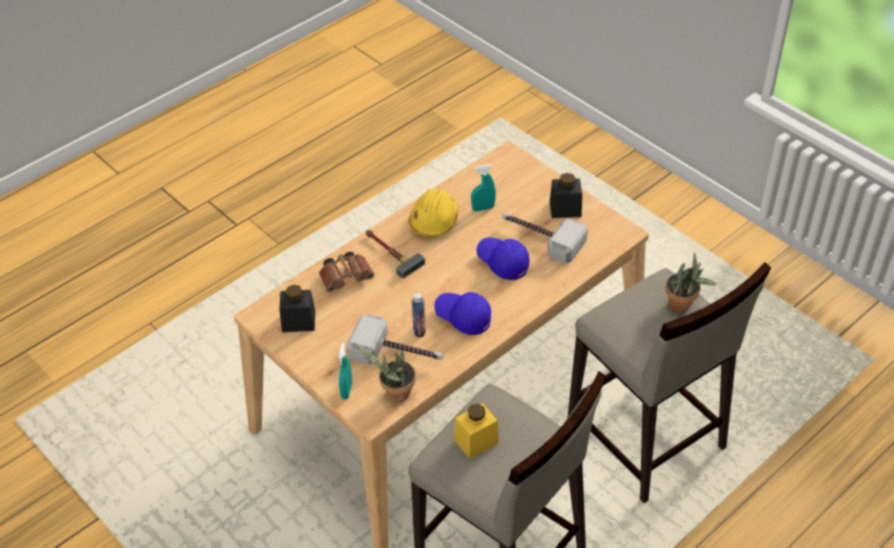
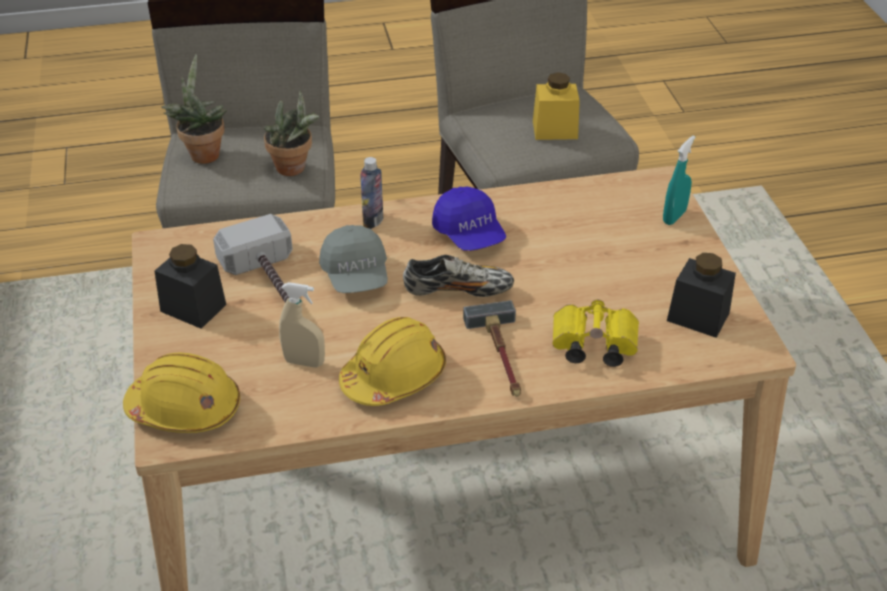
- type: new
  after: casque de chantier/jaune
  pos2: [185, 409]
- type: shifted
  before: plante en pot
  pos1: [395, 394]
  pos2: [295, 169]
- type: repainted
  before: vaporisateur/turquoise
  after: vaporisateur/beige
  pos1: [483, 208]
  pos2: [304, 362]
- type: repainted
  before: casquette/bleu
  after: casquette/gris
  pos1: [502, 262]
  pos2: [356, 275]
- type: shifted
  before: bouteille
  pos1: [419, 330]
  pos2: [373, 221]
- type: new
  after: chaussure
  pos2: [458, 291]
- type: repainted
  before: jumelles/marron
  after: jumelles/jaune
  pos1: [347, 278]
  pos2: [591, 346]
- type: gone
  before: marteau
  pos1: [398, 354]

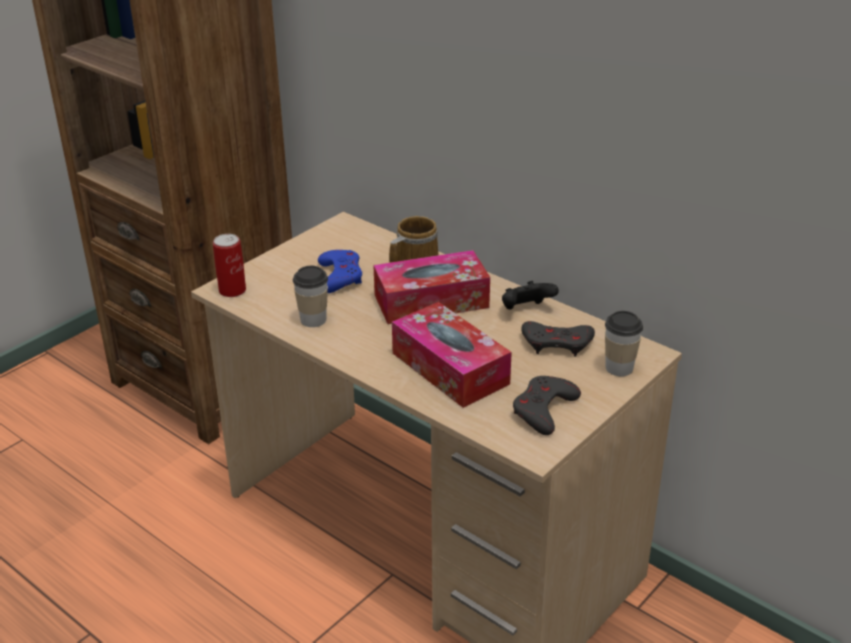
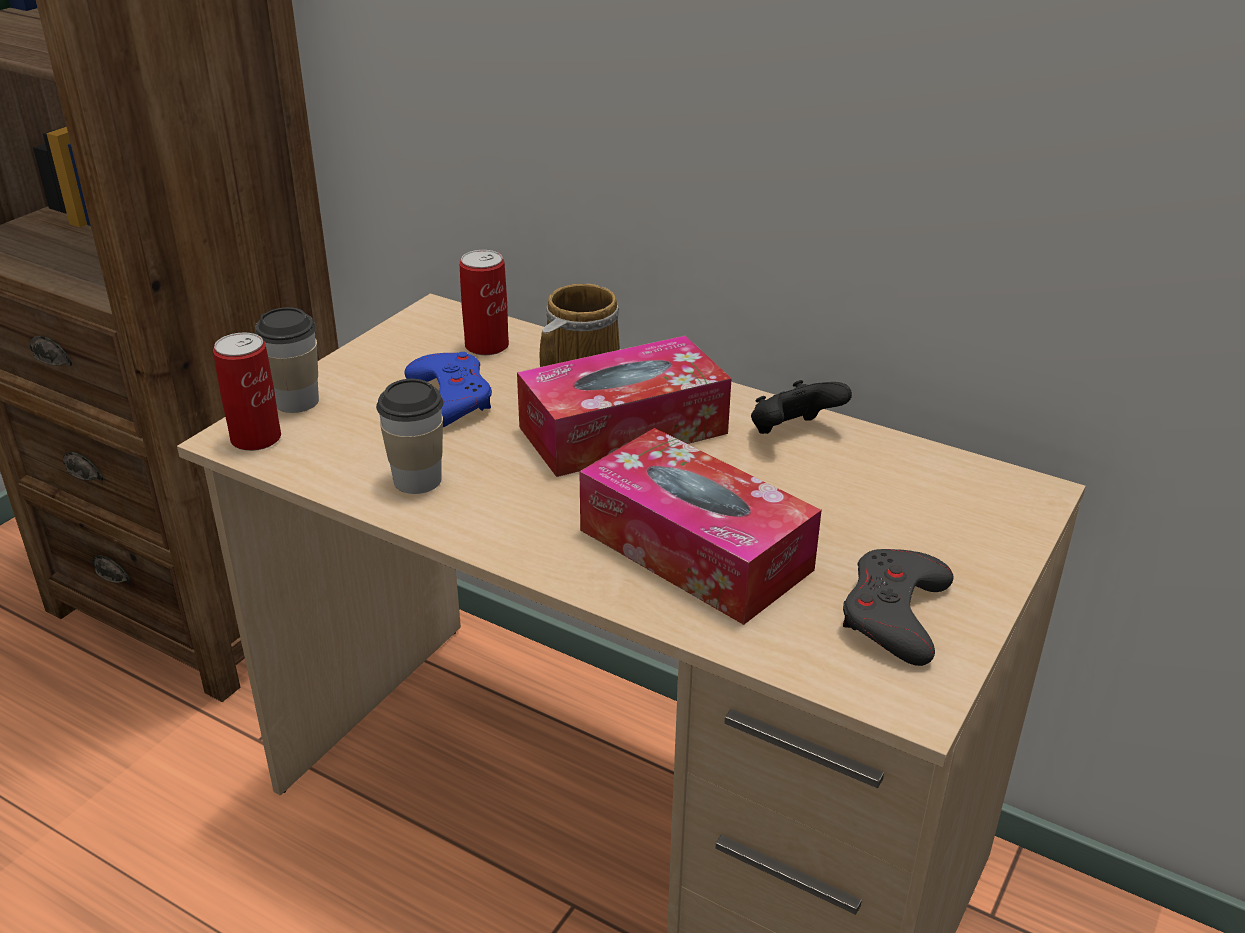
- type: shifted
  before: tasse
  pos1: [619, 368]
  pos2: [296, 401]
- type: new
  after: boîte métallique
  pos2: [487, 346]
- type: gone
  before: manette/gris
  pos1: [557, 343]

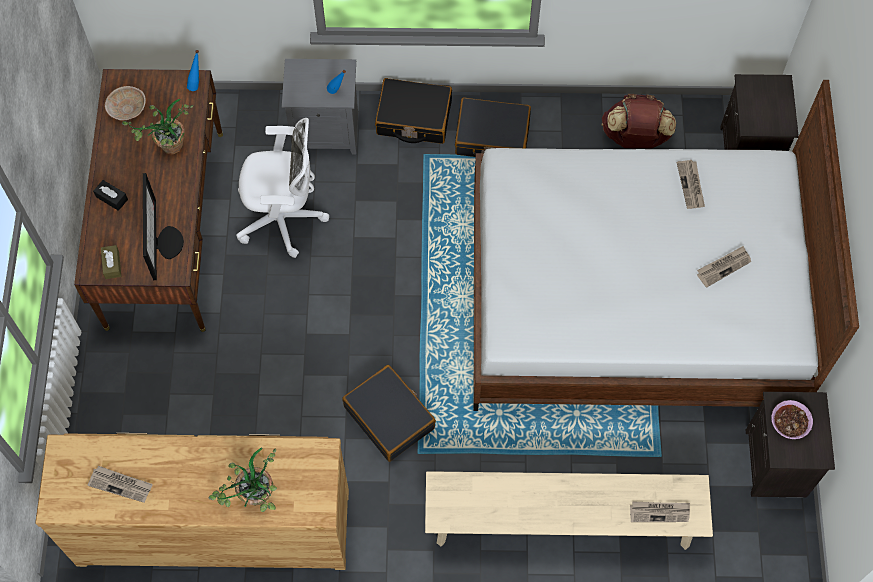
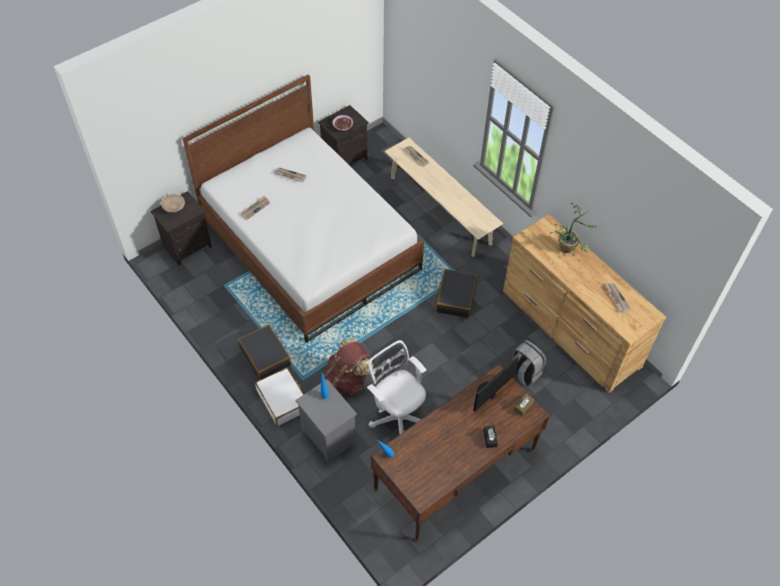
- type: shifted
  before: bol/beige
  pos1: [127, 109]
  pos2: [174, 207]
- type: repainted
  before: valise/noir
  after: valise/blanc
  pos1: [414, 118]
  pos2: [283, 400]
- type: shifted
  before: sac à dos/marron
  pos1: [635, 138]
  pos2: [348, 379]
- type: new
  after: sac à dos/gris
  pos2: [523, 373]
- type: gone
  before: plante en pot
  pos1: [167, 149]

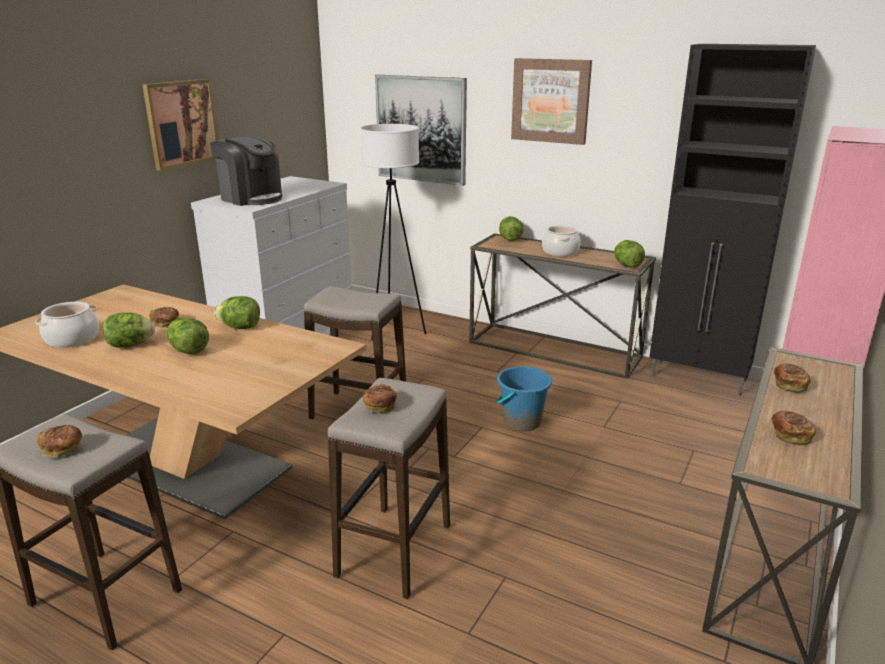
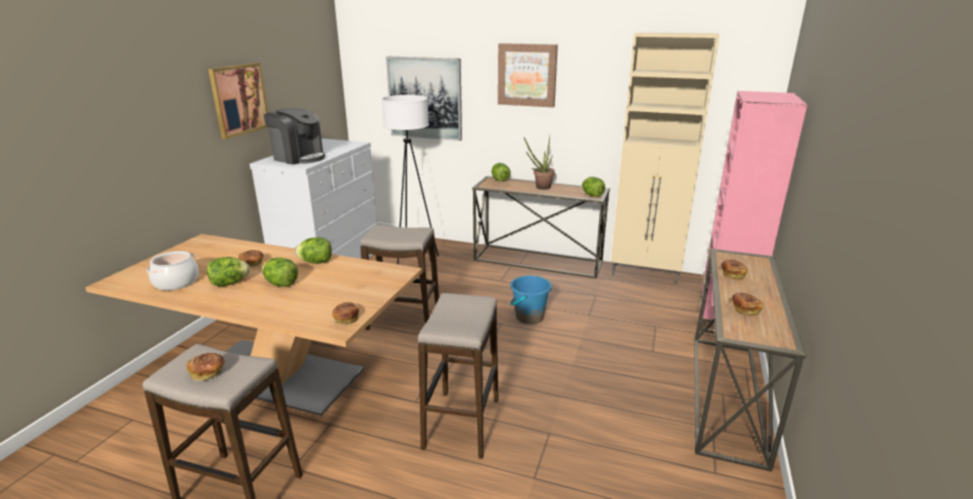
- type: shifted
  before: pain
  pos1: [379, 407]
  pos2: [346, 319]
- type: swapped
  before: marmite
  after: plante en pot
  pos1: [560, 252]
  pos2: [540, 188]
- type: repainted
  before: meuble de rangement/noir
  after: meuble de rangement/beige
  pos1: [699, 378]
  pos2: [645, 274]

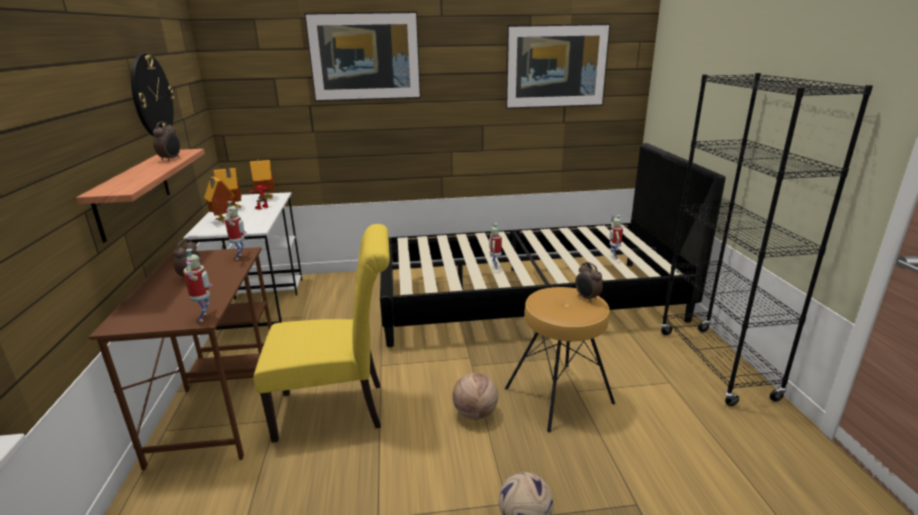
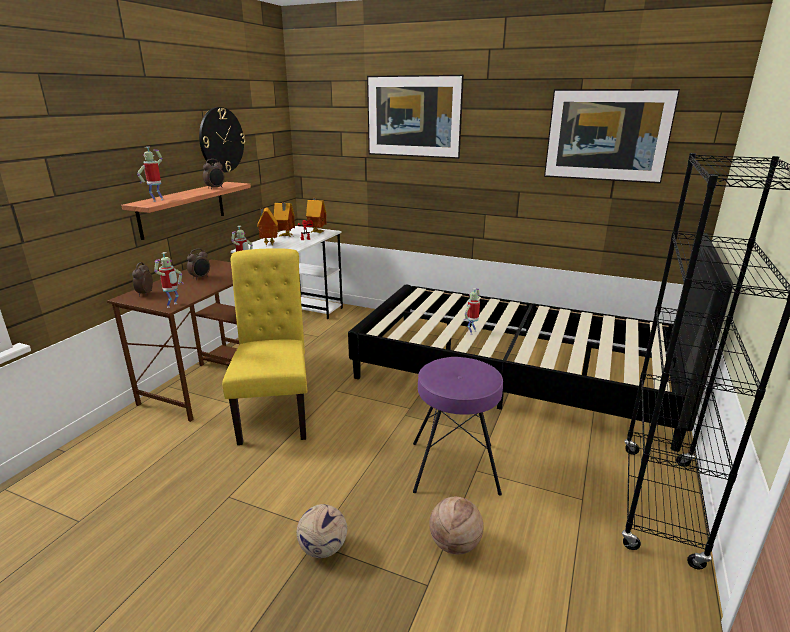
- type: shifted
  before: réveil
  pos1: [587, 298]
  pos2: [145, 294]
- type: shifted
  before: robot jouet
  pos1: [613, 257]
  pos2: [157, 200]
- type: rotated
  before: chaise/jaune
  pos1: [338, 409]
  pos2: [276, 411]
  turn: -120
- type: repainted
  before: tabouret/marron
  after: tabouret/violet
  pos1: [559, 396]
  pos2: [454, 468]
- type: shifted
  before: ballon de basket
  pos1: [475, 414]
  pos2: [455, 544]

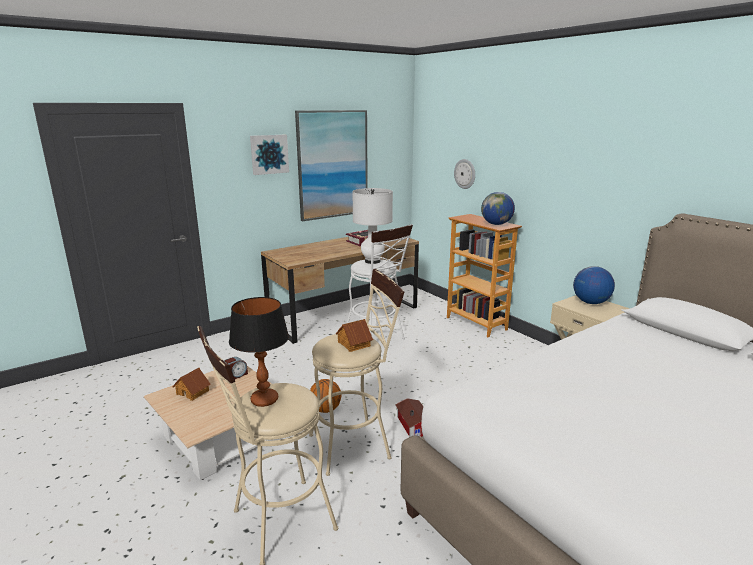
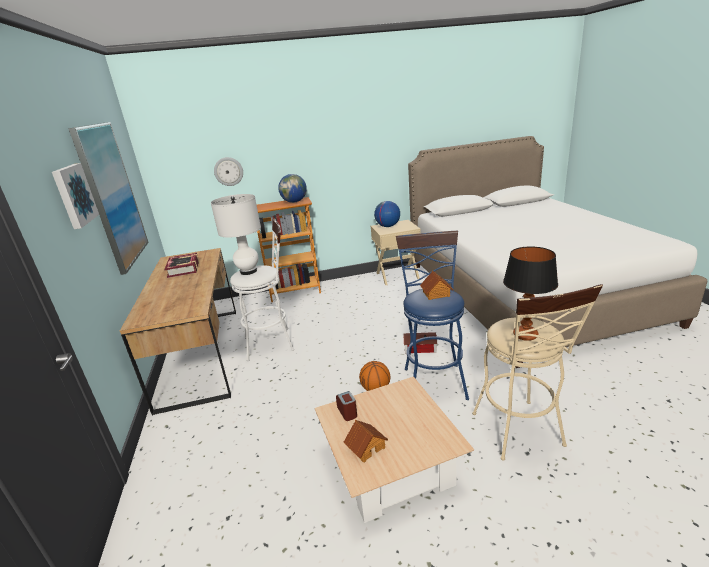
- type: repainted
  before: tabouret/beige
  after: tabouret/bleu
  pos1: [356, 444]
  pos2: [433, 379]

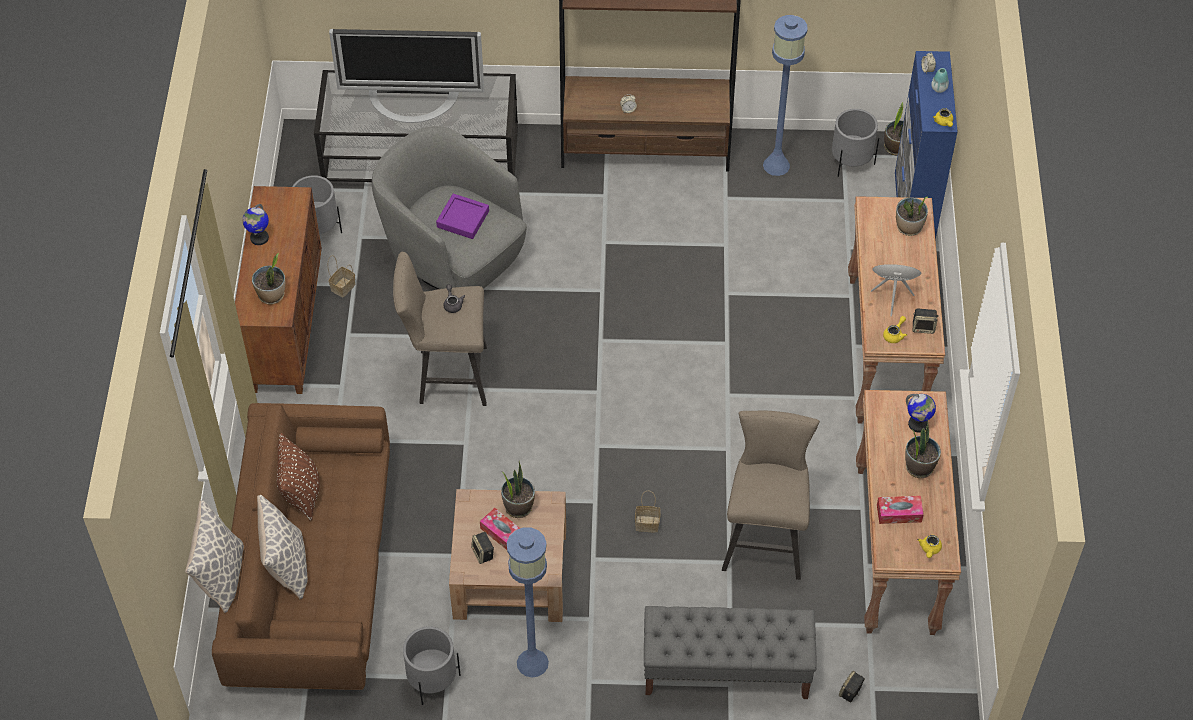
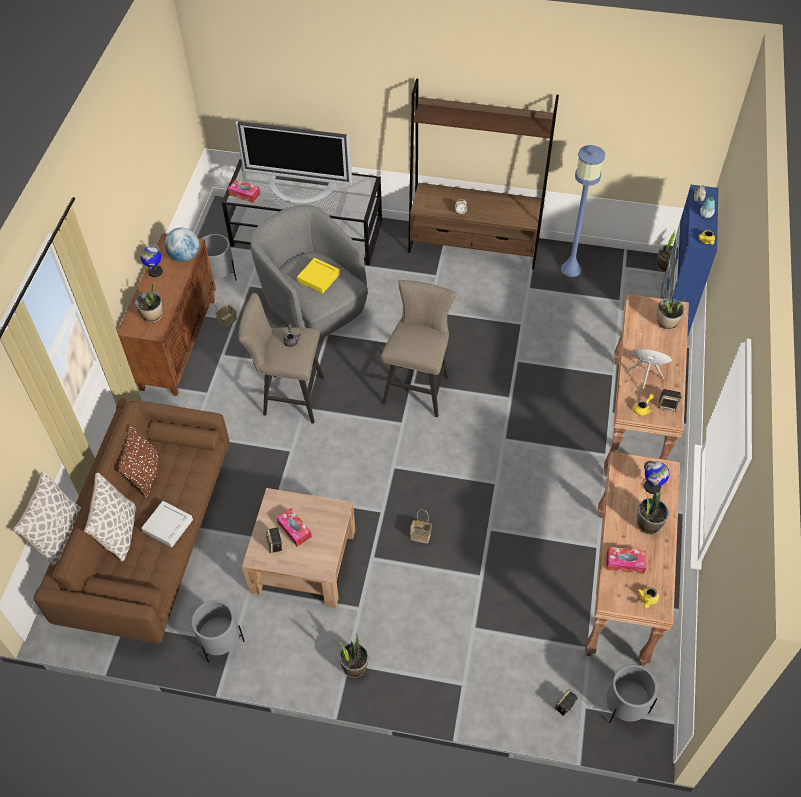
- type: new
  after: plateau/gris
  pos2: [168, 526]
- type: new
  after: globe
  pos2: [185, 256]
- type: new
  after: boîte à mouchoirs
  pos2: [244, 194]
- type: repainted
  before: plateau/violet
  after: plateau/jaune
  pos1: [463, 219]
  pos2: [318, 278]
- type: shifted
  before: plante en pot
  pos1: [518, 506]
  pos2: [354, 666]
- type: shifted
  before: tabouret/beige
  pos1: [764, 539]
  pos2: [418, 386]
- type: shifted
  before: cache-pot/gris
  pos1: [851, 162]
  pos2: [625, 706]
- type: gone
  before: lampadaire/bleu
  pos1: [533, 663]
- type: gone
  before: banc/gris
  pos1: [725, 670]

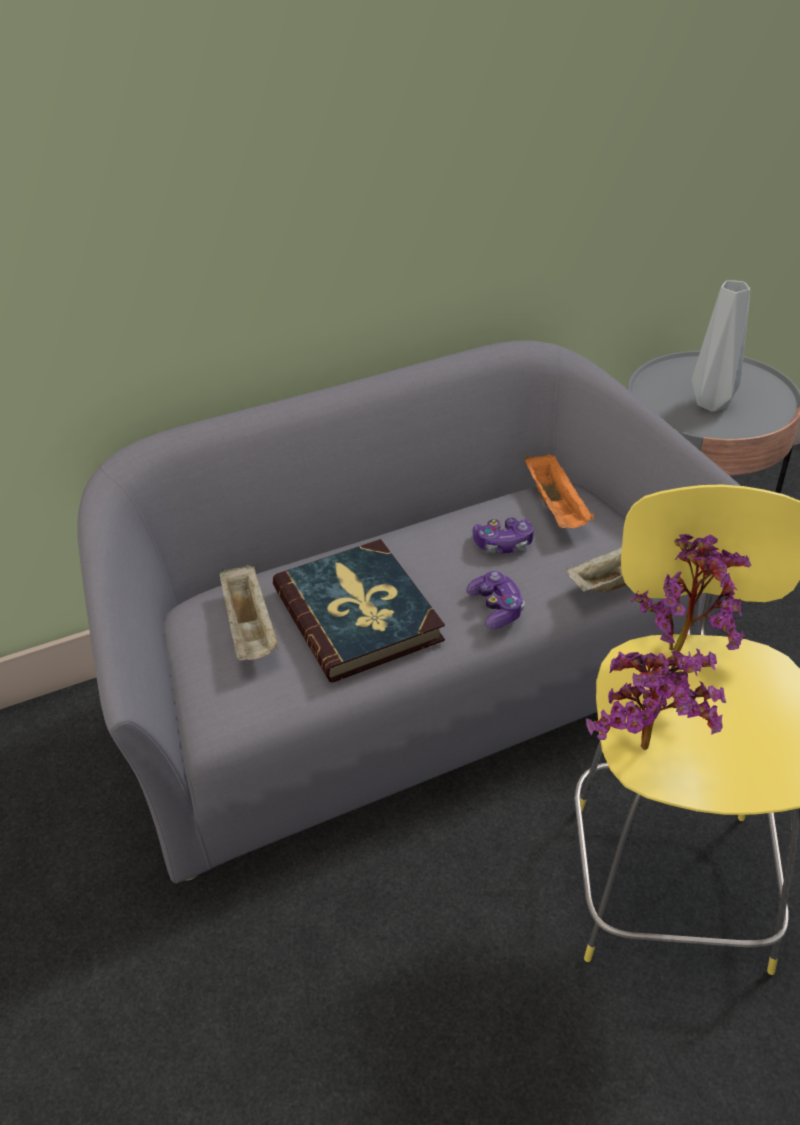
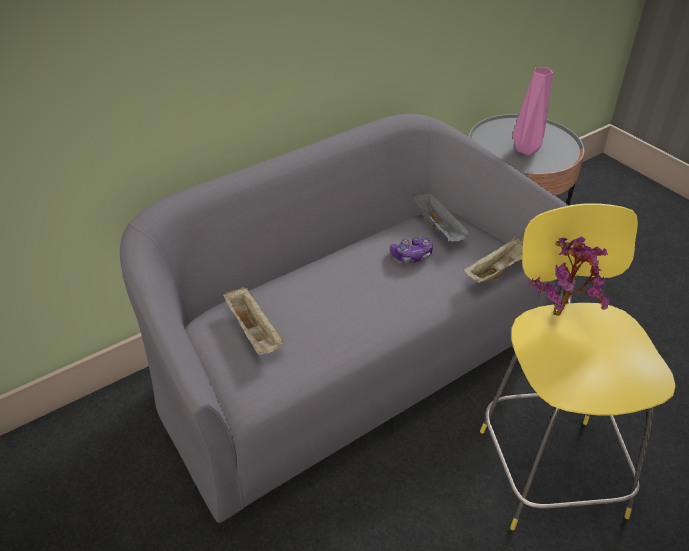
- type: repainted
  before: plateau/orange
  after: plateau/gris
  pos1: [556, 508]
  pos2: [439, 228]
- type: repainted
  before: vase/gris
  after: vase/rose
  pos1: [712, 402]
  pos2: [526, 149]
- type: gone
  before: livre
  pos1: [358, 614]
- type: gone
  before: manette
  pos1: [496, 608]
- type: gone
  before: plante en pot
  pos1: [649, 754]

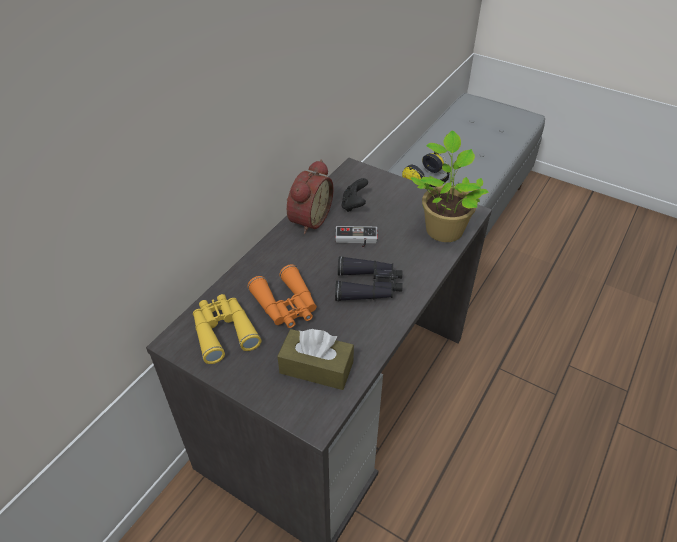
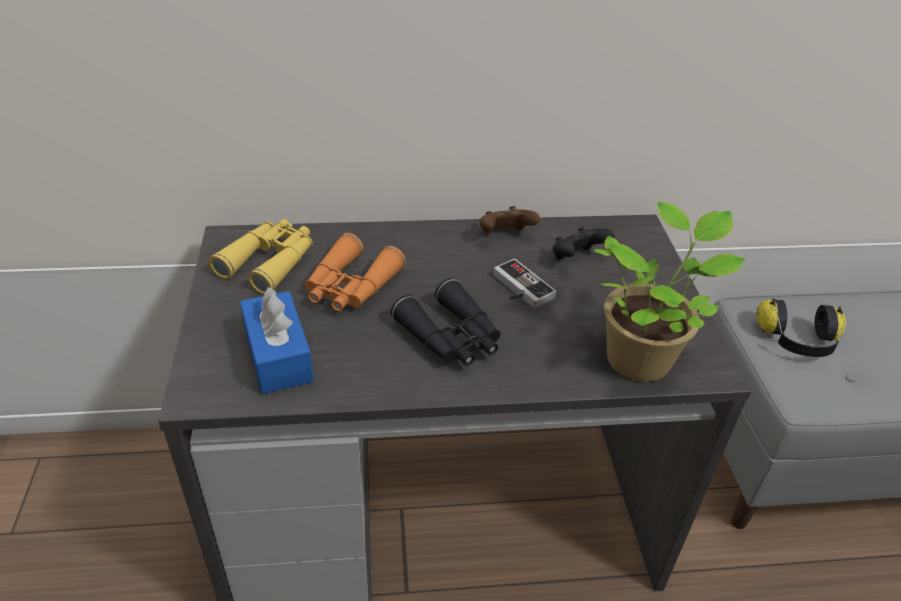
- type: repainted
  before: boîte à mouchoirs/marron
  after: boîte à mouchoirs/bleu
  pos1: [316, 367]
  pos2: [278, 355]
- type: swapped
  before: réveil
  after: manette/marron
  pos1: [308, 219]
  pos2: [505, 236]

